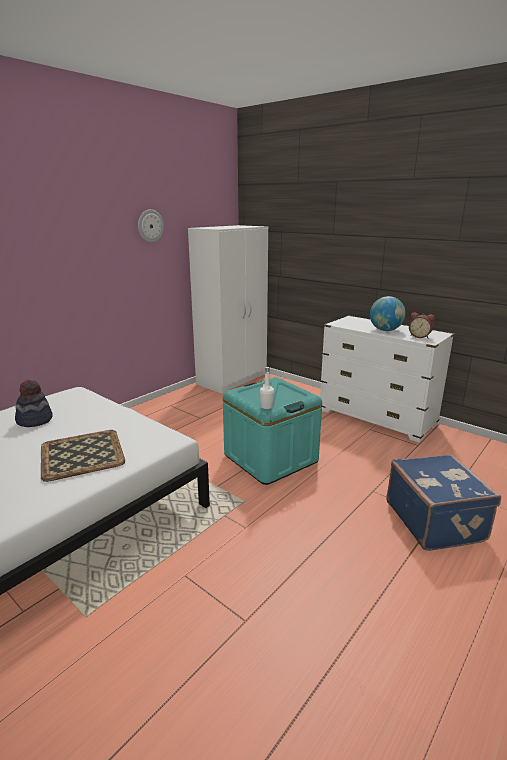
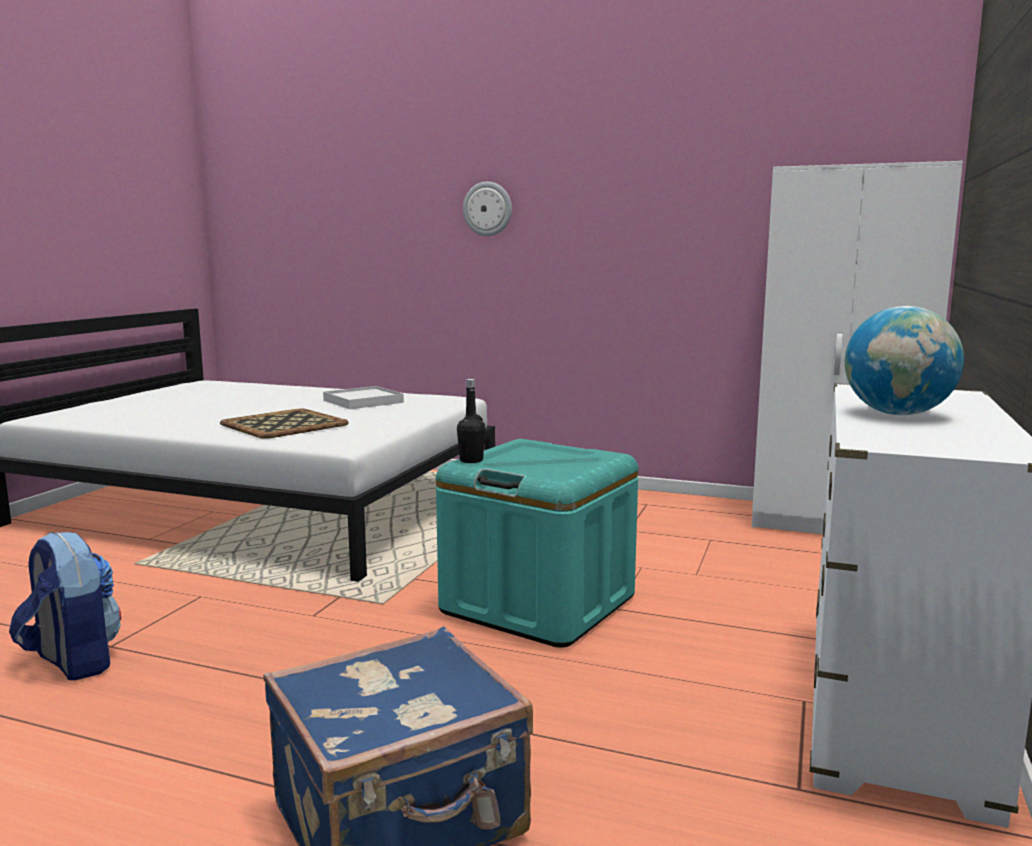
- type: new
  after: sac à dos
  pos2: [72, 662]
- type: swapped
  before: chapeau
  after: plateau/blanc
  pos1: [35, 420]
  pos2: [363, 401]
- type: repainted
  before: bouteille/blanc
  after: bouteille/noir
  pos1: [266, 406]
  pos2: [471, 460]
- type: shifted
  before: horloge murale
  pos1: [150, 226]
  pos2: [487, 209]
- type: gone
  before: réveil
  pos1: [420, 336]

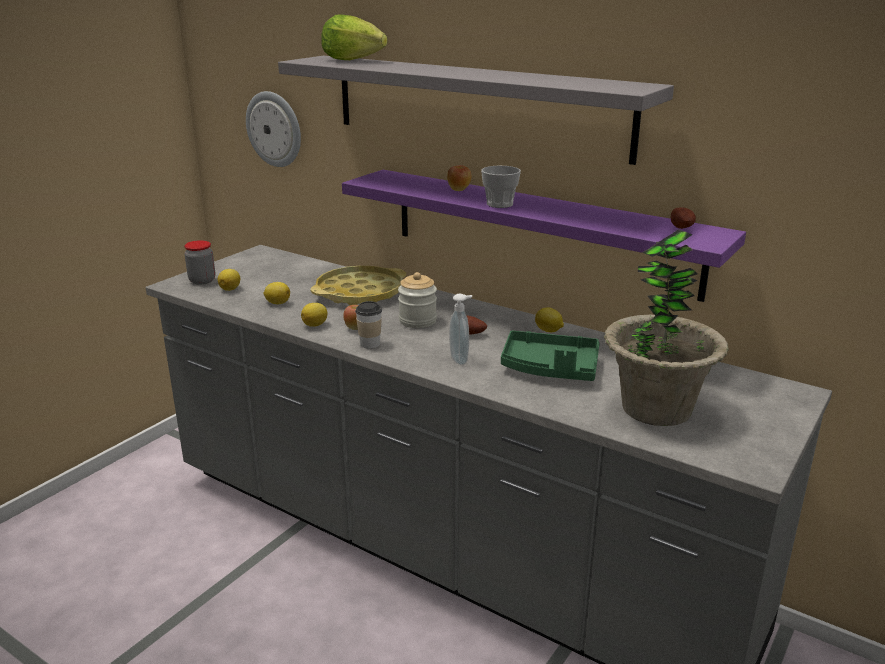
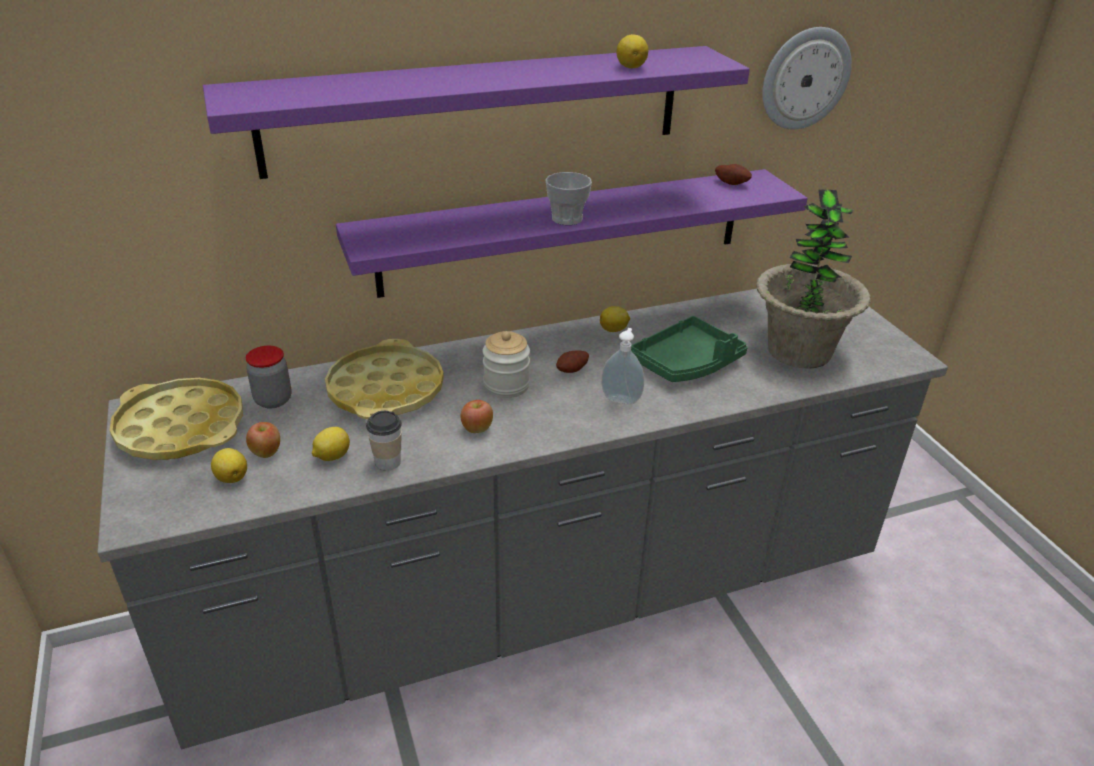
- type: new
  after: plateau/jaune
  pos2: [181, 428]
- type: repainted
  before: étagère/gris
  after: étagère/violet
  pos1: [475, 105]
  pos2: [477, 110]
- type: shifted
  before: bocal
  pos1: [202, 280]
  pos2: [273, 400]
- type: shifted
  before: pomme
  pos1: [459, 190]
  pos2: [267, 452]
- type: shifted
  before: tasse
  pos1: [370, 344]
  pos2: [387, 462]
- type: shifted
  before: citron
  pos1: [315, 325]
  pos2: [631, 67]
- type: shifted
  before: horloge murale
  pos1: [274, 129]
  pos2: [804, 78]
- type: gone
  before: laitue
  pos1: [352, 60]

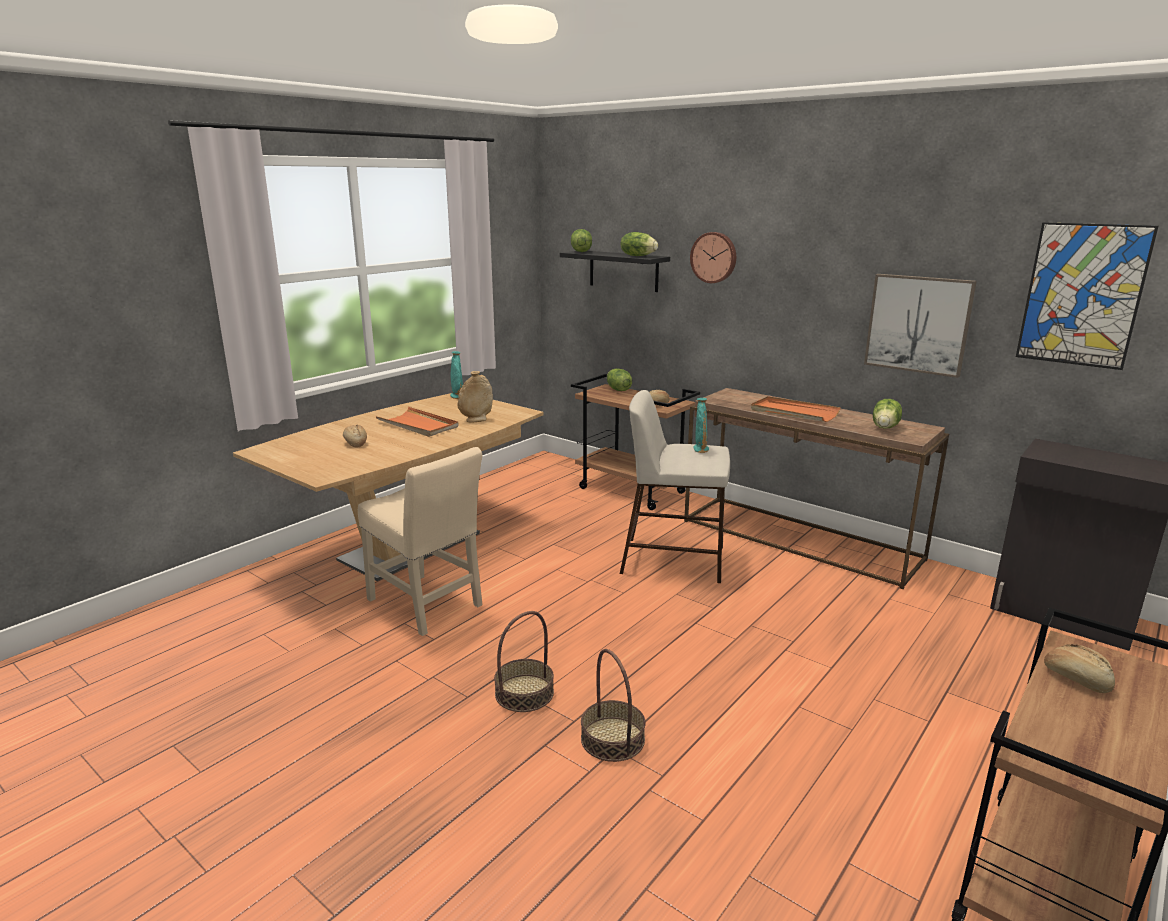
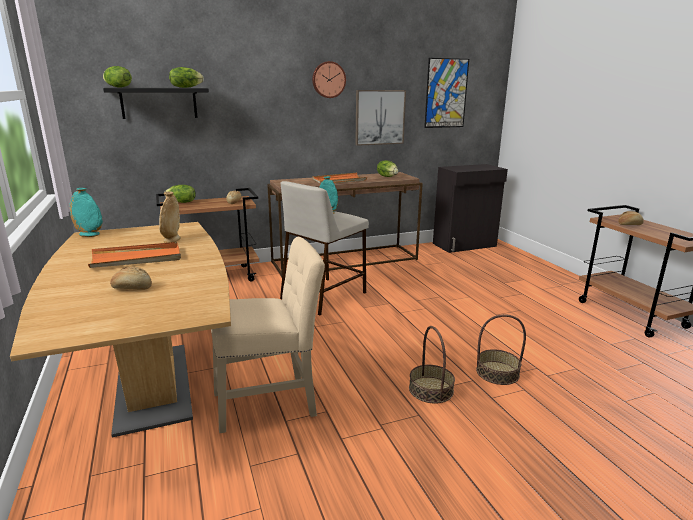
- type: shifted
  before: horloge murale
  pos1: [714, 257]
  pos2: [328, 79]

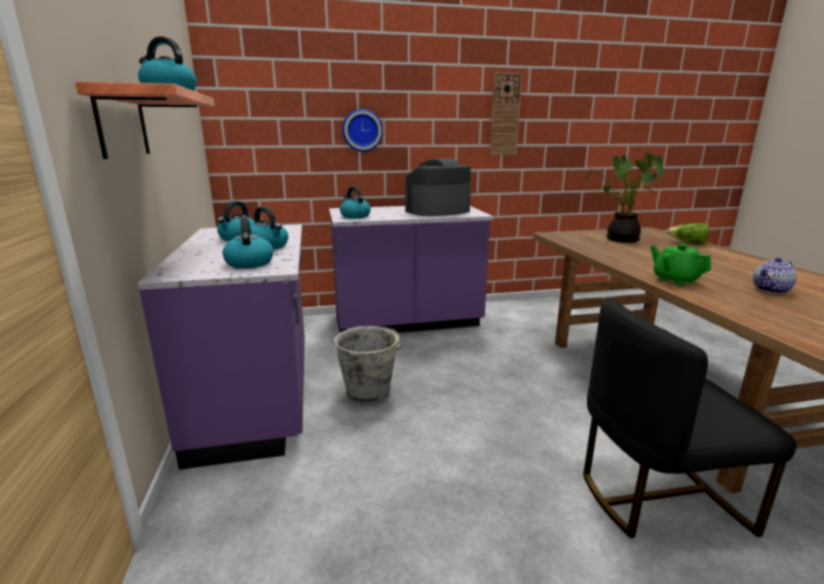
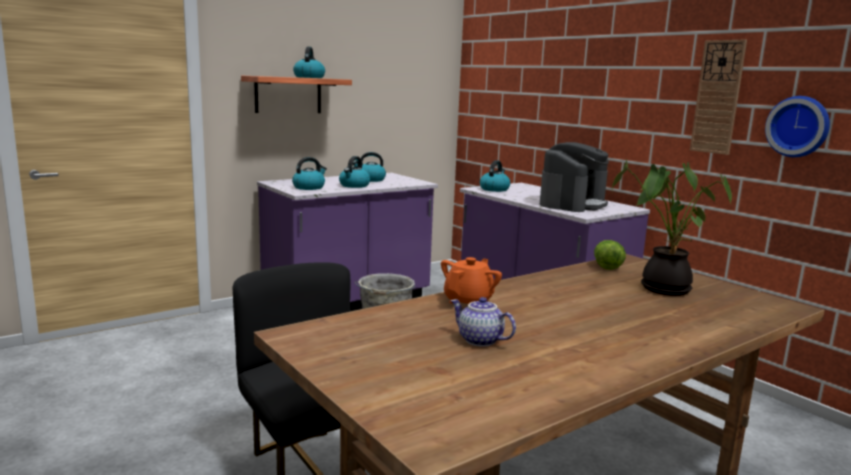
- type: repainted
  before: théière/vert
  after: théière/orange
  pos1: [675, 280]
  pos2: [469, 301]
- type: rotated
  before: machine à café
  pos1: [437, 211]
  pos2: [572, 204]
  turn: 90
- type: shifted
  before: laitue
  pos1: [688, 243]
  pos2: [606, 265]
- type: shifted
  before: horloge murale
  pos1: [362, 130]
  pos2: [798, 126]

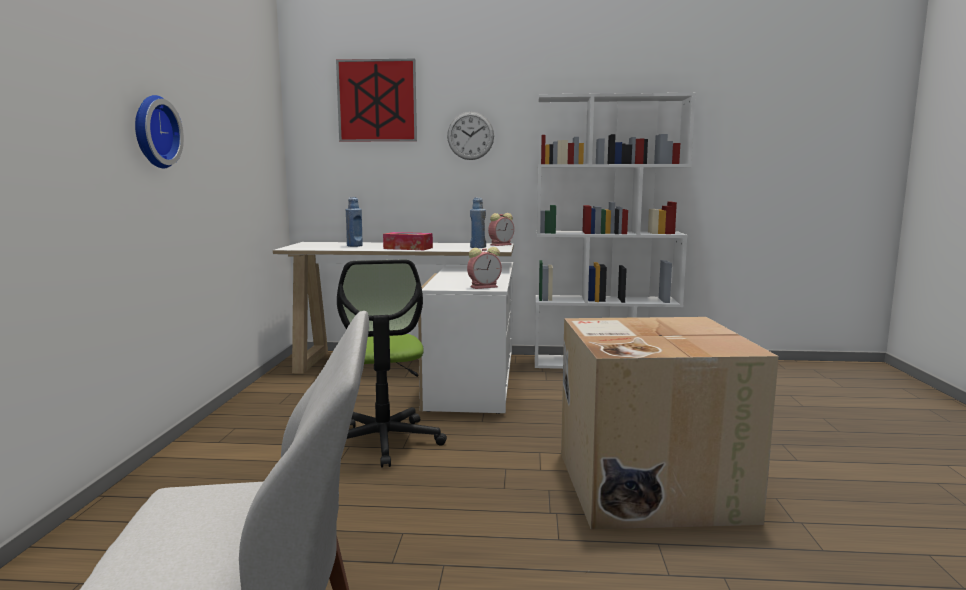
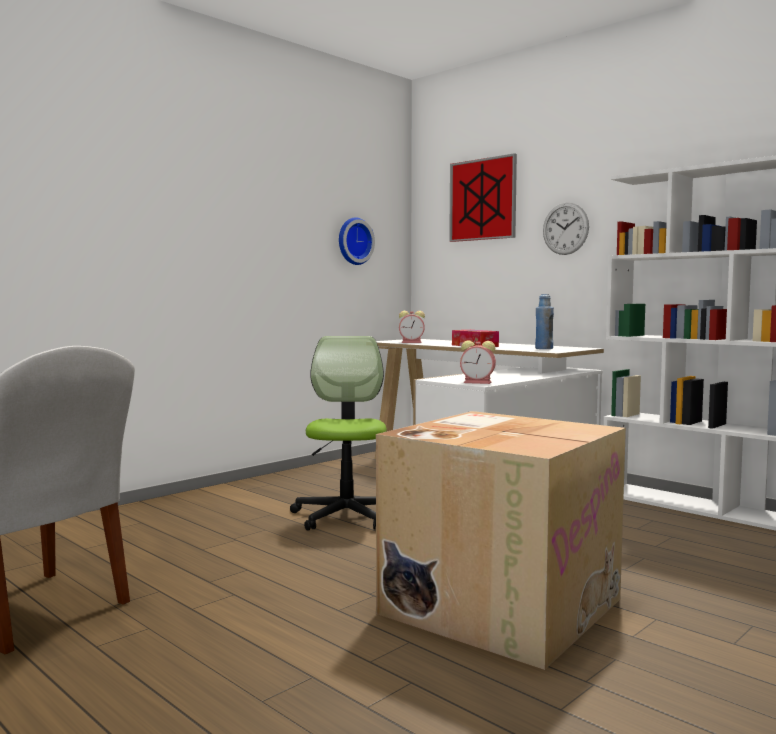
- type: rotated
  before: chaise de bureau
  pos1: [383, 442]
  pos2: [346, 516]
  turn: 150
- type: shifted
  before: horloge murale
  pos1: [153, 132]
  pos2: [353, 241]
- type: shifted
  before: réveil
  pos1: [501, 244]
  pos2: [412, 342]
- type: gone
  before: bouteille/bleu
  pos1: [354, 246]

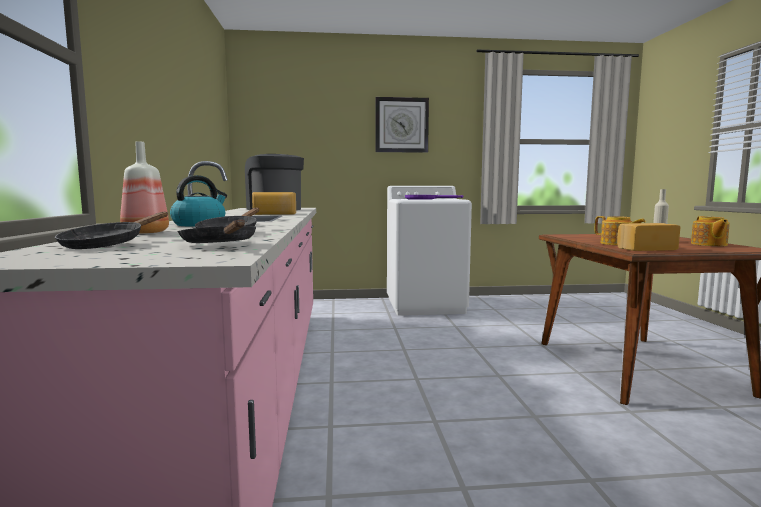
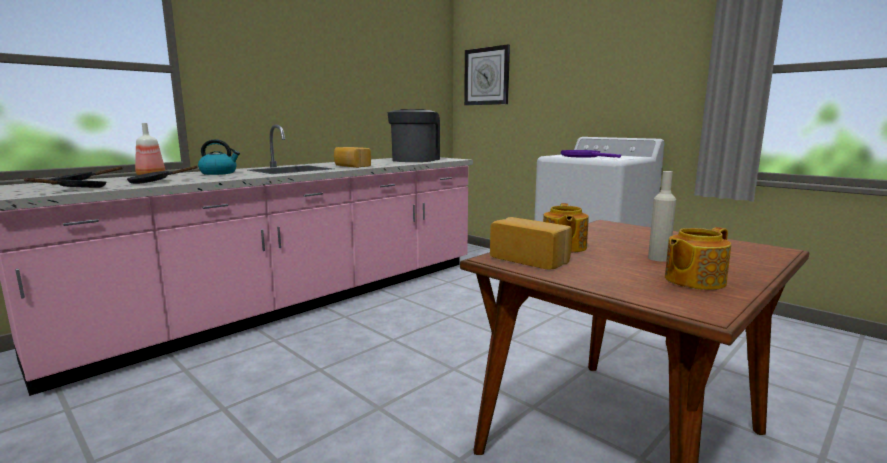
- type: shifted
  before: horloge murale
  pos1: [401, 125]
  pos2: [487, 76]

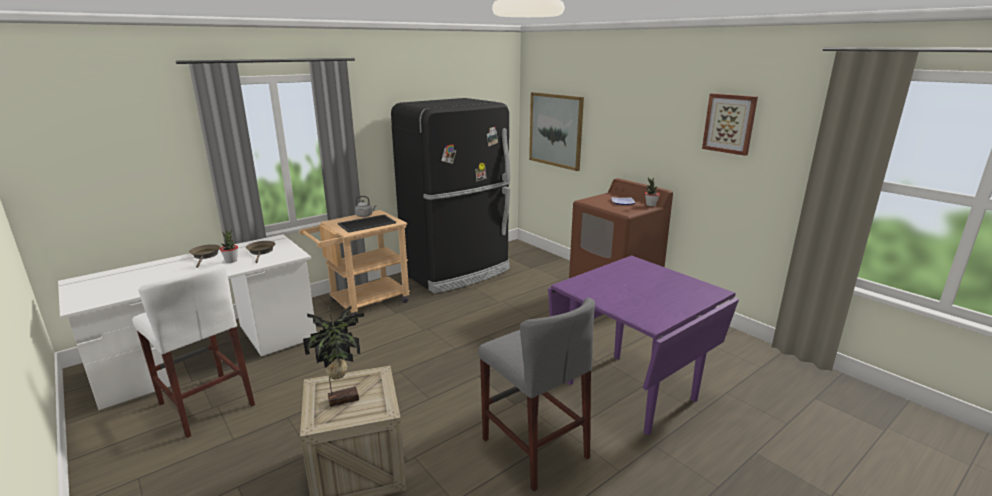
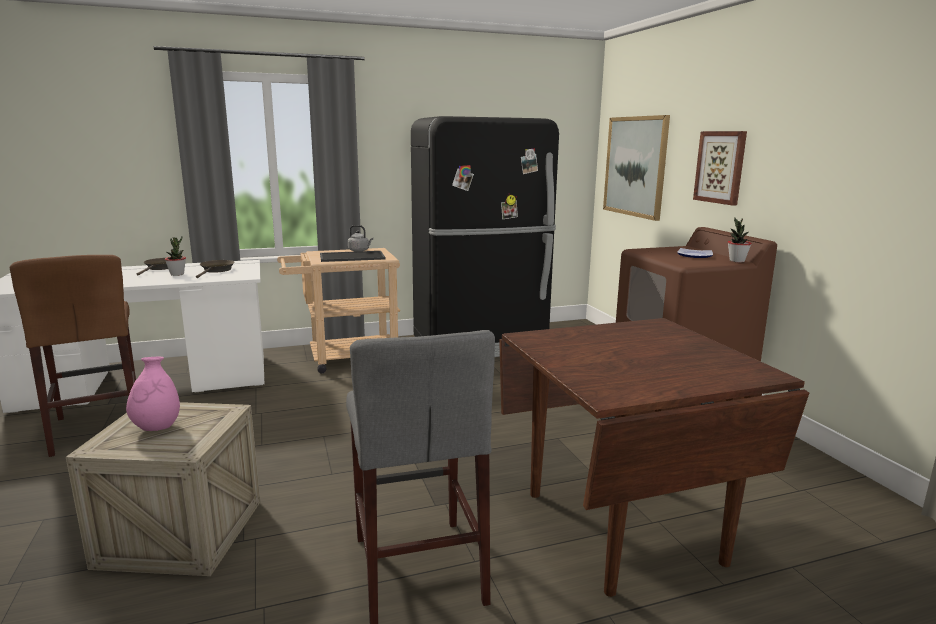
- type: repainted
  before: tabouret/blanc
  after: tabouret/marron
  pos1: [206, 404]
  pos2: [99, 428]
- type: swapped
  before: plante en pot
  after: vase/rose
  pos1: [342, 398]
  pos2: [157, 428]
- type: repainted
  before: table à manger/violet
  after: table à manger/marron
  pos1: [631, 390]
  pos2: [623, 526]
- type: shifted
  before: tableau
  pos1: [729, 123]
  pos2: [720, 167]

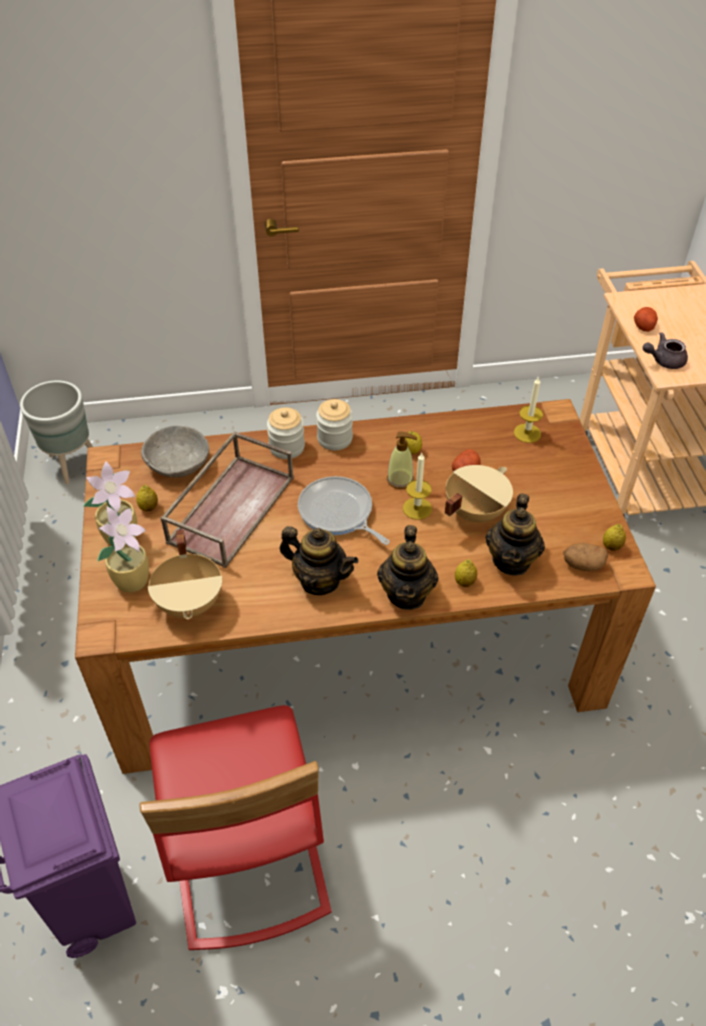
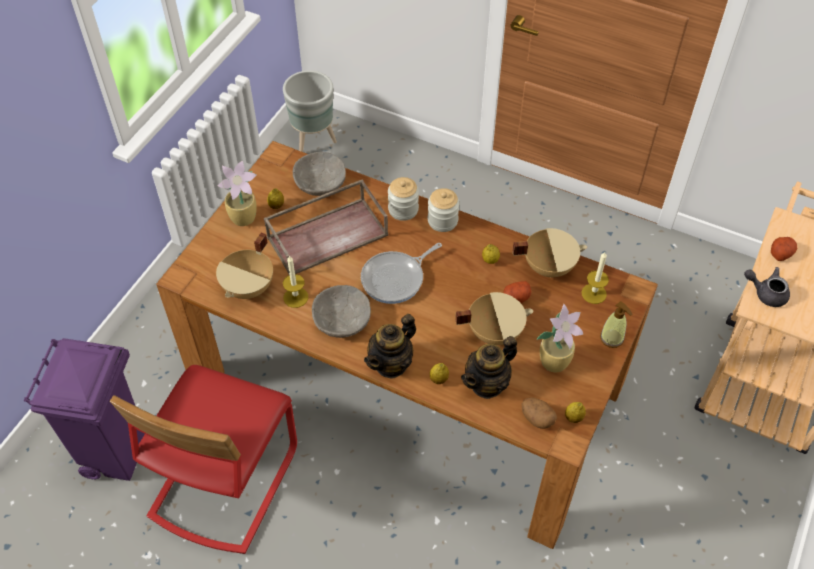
- type: shifted
  before: bougie
  pos1: [417, 508]
  pos2: [295, 297]
- type: swapped
  before: théière
  after: bol/gris
  pos1: [319, 580]
  pos2: [342, 320]
- type: rotated
  before: poêle
  pos1: [338, 513]
  pos2: [396, 279]
  turn: -120
- type: new
  after: marmite/beige
  pos2: [548, 266]
- type: shifted
  before: plante en pot
  pos1: [133, 579]
  pos2: [555, 361]
- type: shifted
  before: distributeur de savon
  pos1: [400, 480]
  pos2: [612, 338]

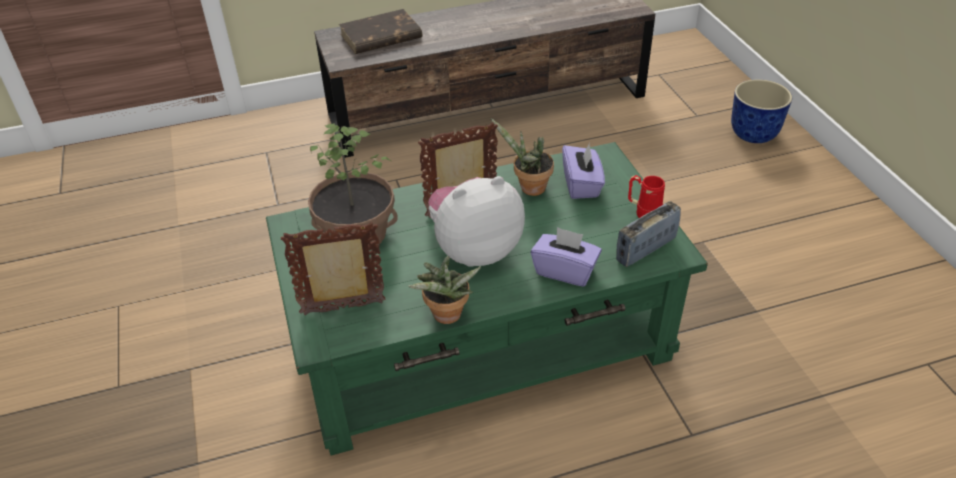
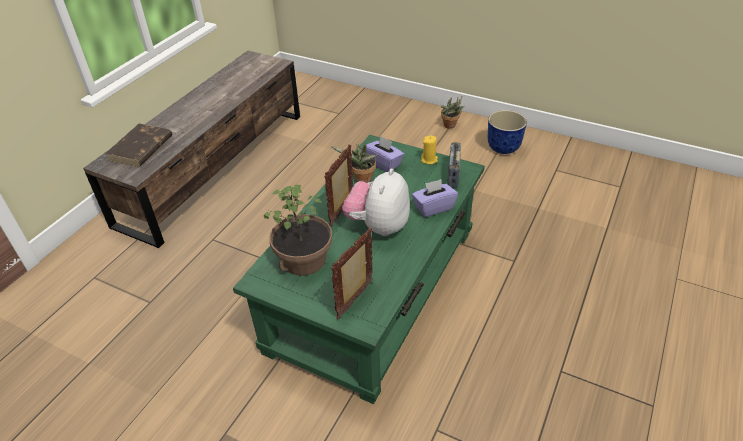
- type: swapped
  before: mug/rouge
  after: bougie/jaune
  pos1: [643, 212]
  pos2: [429, 160]
- type: shifted
  before: plante en pot
  pos1: [446, 317]
  pos2: [451, 126]
- type: shifted
  before: cache-pot
  pos1: [754, 134]
  pos2: [503, 147]

